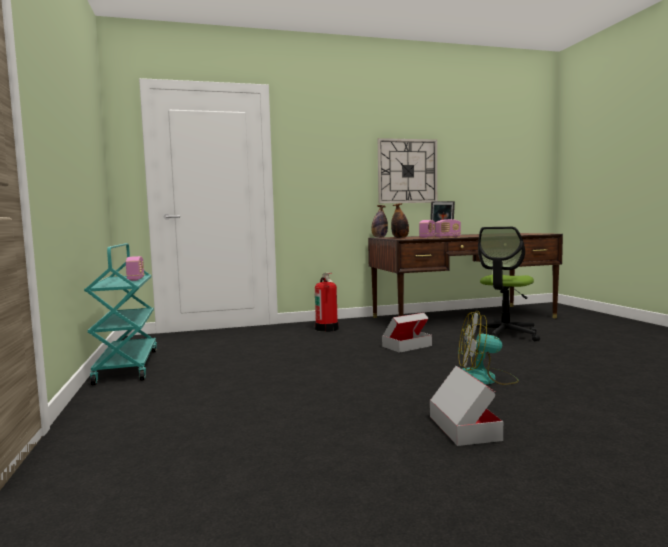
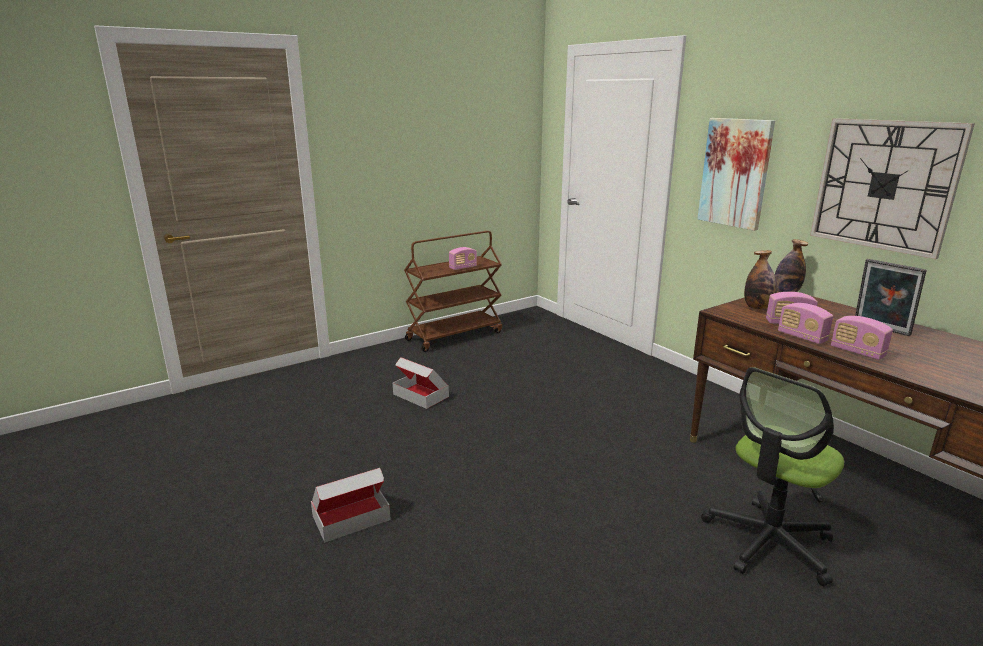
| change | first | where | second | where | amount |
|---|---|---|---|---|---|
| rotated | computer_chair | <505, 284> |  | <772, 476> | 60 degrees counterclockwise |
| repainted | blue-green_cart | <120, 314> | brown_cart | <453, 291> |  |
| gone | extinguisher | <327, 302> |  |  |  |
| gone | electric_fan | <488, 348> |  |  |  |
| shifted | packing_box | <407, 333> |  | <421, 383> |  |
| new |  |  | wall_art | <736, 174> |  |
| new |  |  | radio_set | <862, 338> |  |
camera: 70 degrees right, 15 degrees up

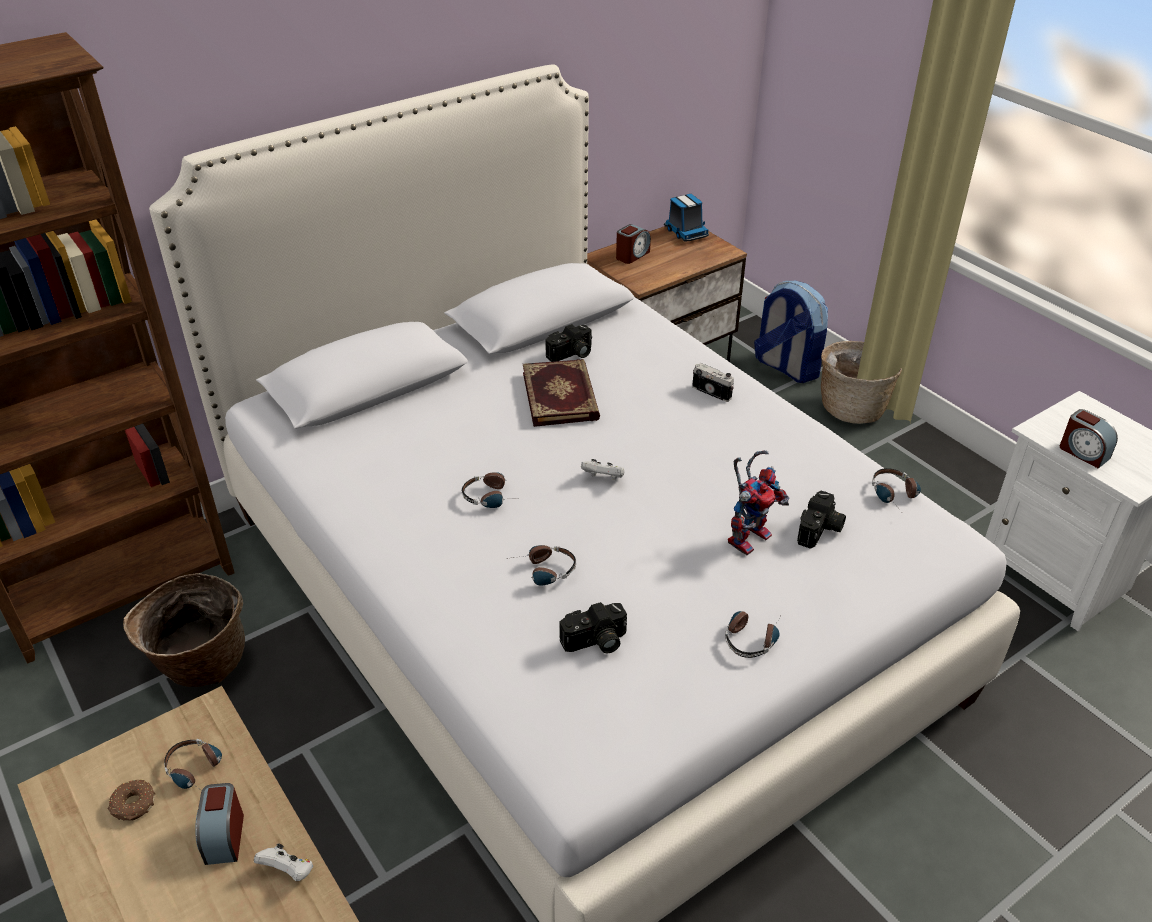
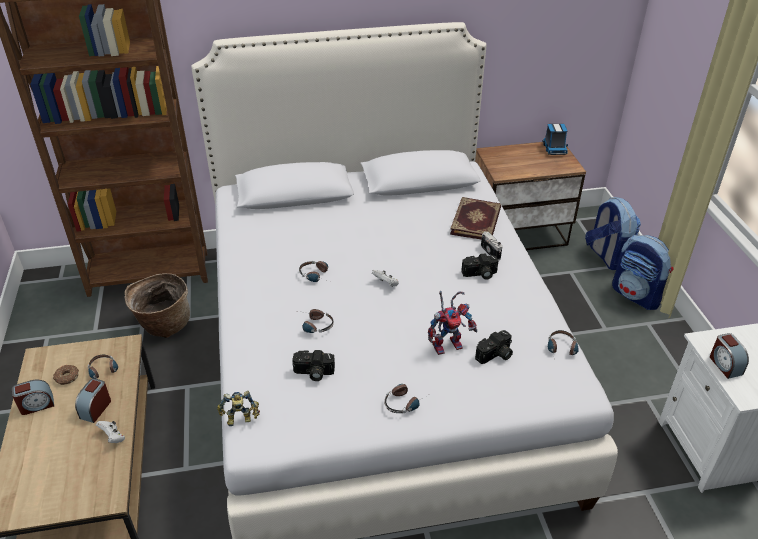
| change | first | where | second | where | amount |
|---|---|---|---|---|---|
| shifted | table_clock | <633, 244> |  | <33, 397> |  |
| shifted | still_camera | <568, 343> |  | <479, 266> |  |
| swapped | household_basket | <861, 382> | knapsack | <643, 272> |  |
| shifted | volume | <561, 393> |  | <475, 218> |  |
| new |  |  | robot_figure | <238, 408> |  |
camera: 25 degrees right, 0 degrees up

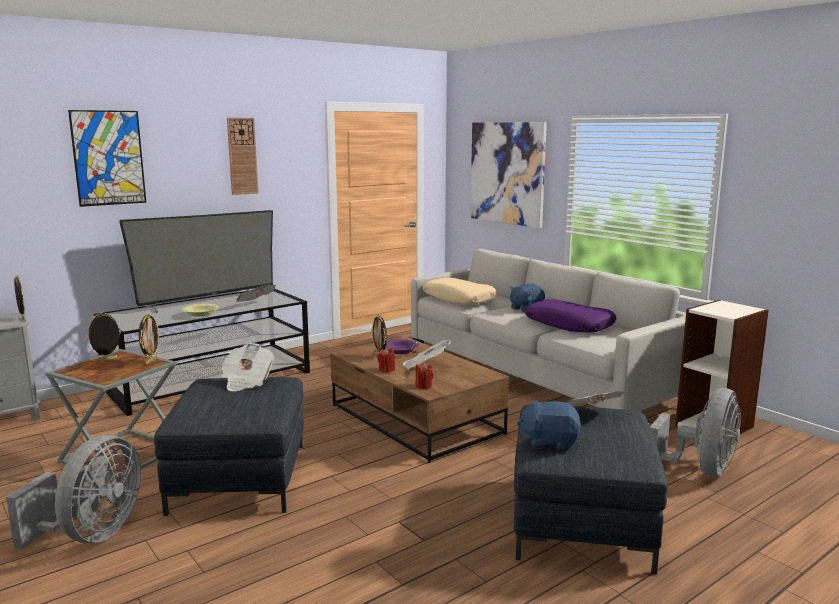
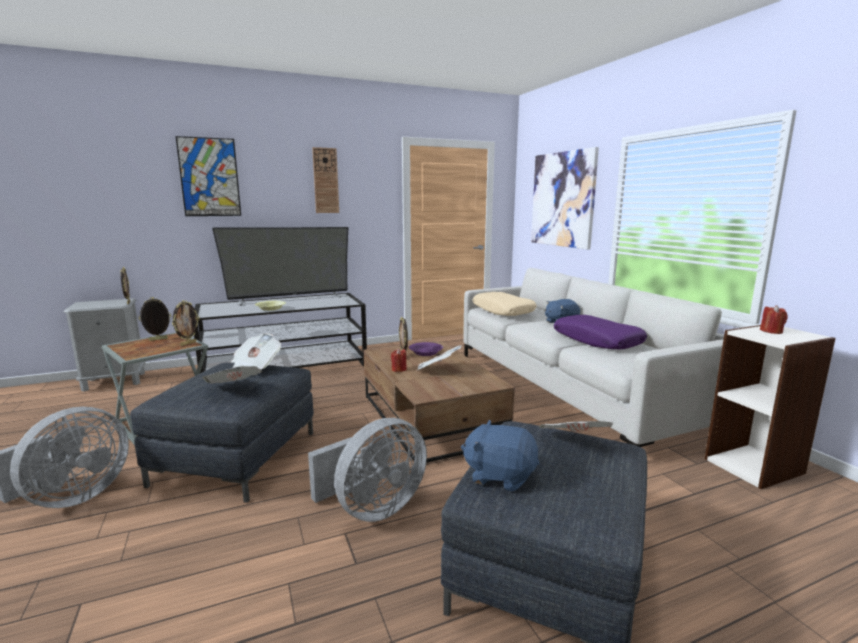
| change | first | where | second | where | amount |
|---|---|---|---|---|---|
| shifted | newspaper | <256, 293> |  | <232, 375> |  |
| shifted | reddish_wax_light | <424, 376> |  | <774, 319> |  |
| shifted | gray_electric_fan | <695, 432> |  | <367, 470> |  |
camera: 15 degrees right, 0 degrees up

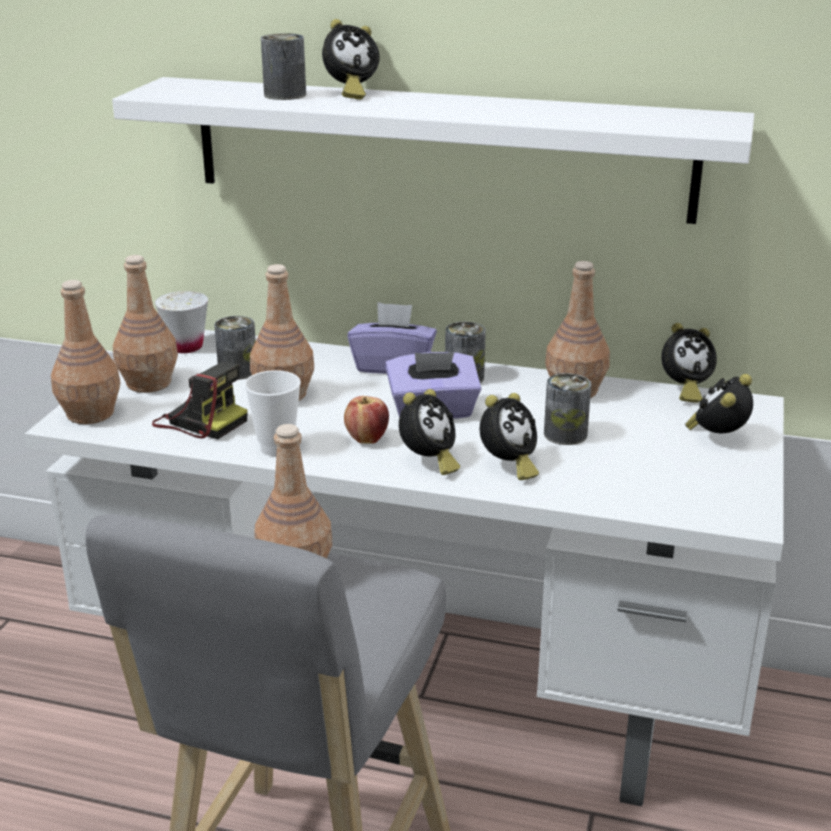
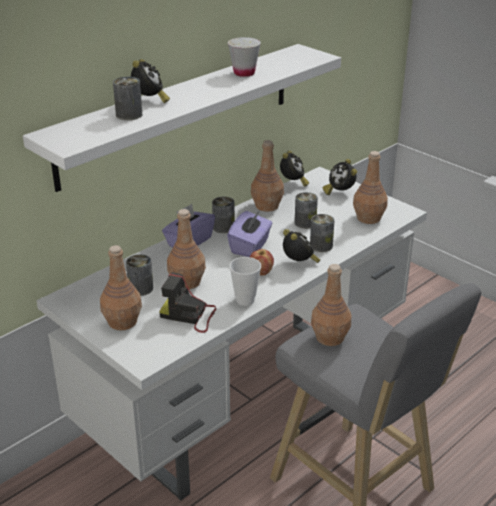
| change | first | where | second | where | amount |
|---|---|---|---|---|---|
| shifted | brown_drink_bottle | <86, 352> |  | <370, 187> |  |
| shifted | whitish_drinking_cup | <181, 322> |  | <244, 57> |  |
| rotated | still_camera | <200, 400> |  | <188, 302> | 135 degrees counterclockwise |
| swapped | table_clock | <509, 436> | sealed_can | <322, 233> |  |
camera: 60 degrees left, 5 degrees up

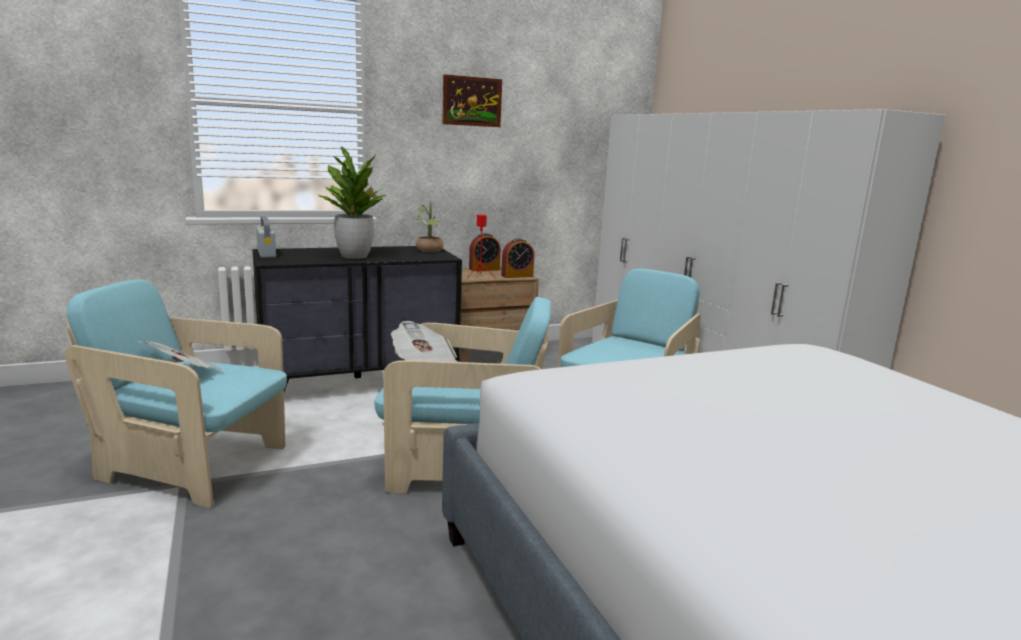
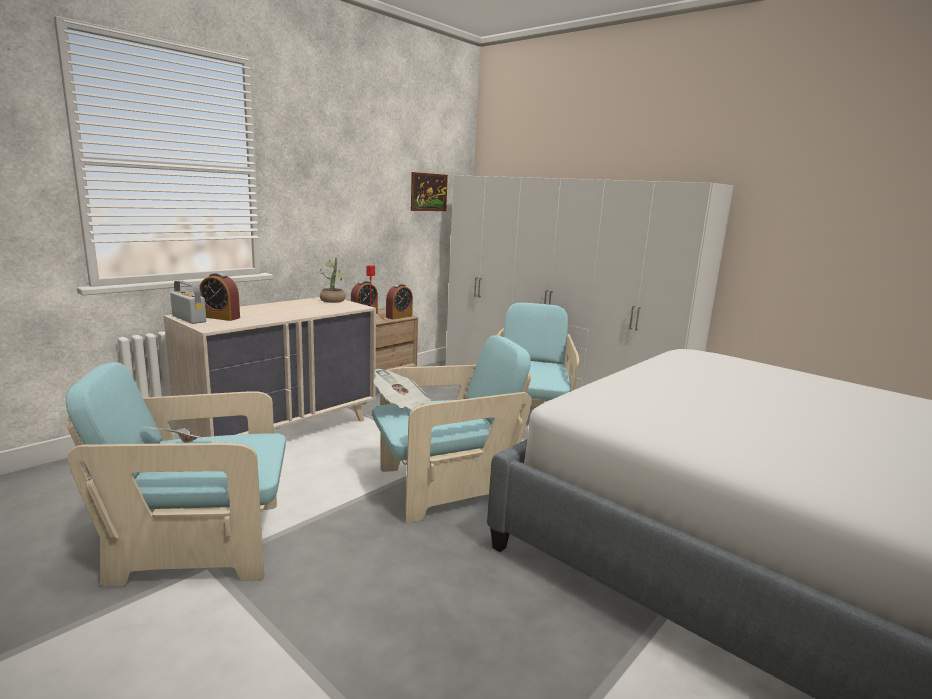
| change | first | where | second | where | amount |
|---|---|---|---|---|---|
| shifted | wall_art | <472, 100> |  | <429, 191> |  |
| gone | plant_in_a_pot | <351, 203> |  |  |  |
| repainted | black-coloured_dresser | <357, 319> | beige-coloured_dresser | <270, 367> |  |
| new |  |  | table_clock | <220, 297> |  |
camera: 25 degrees left, 0 degrees up

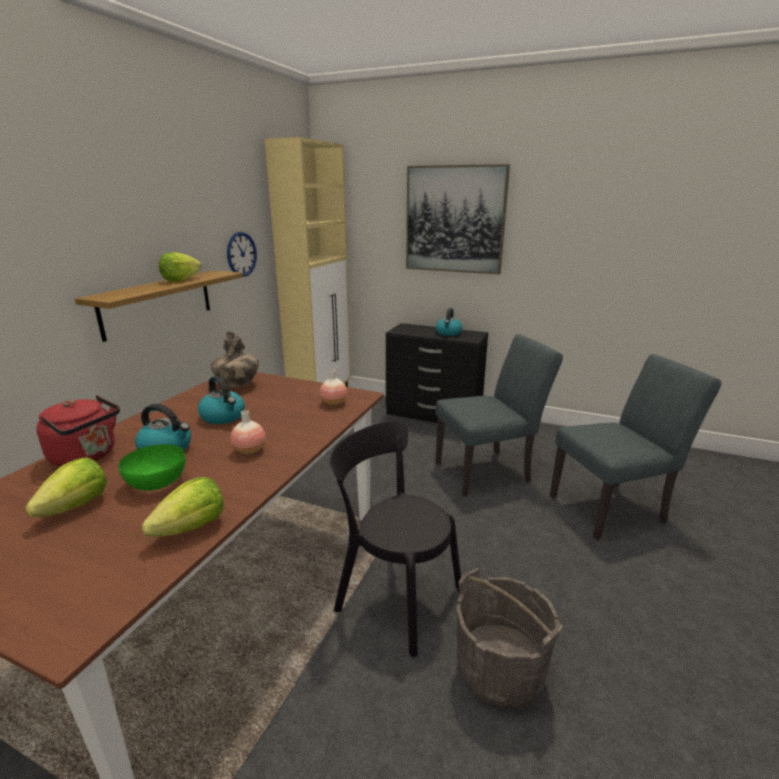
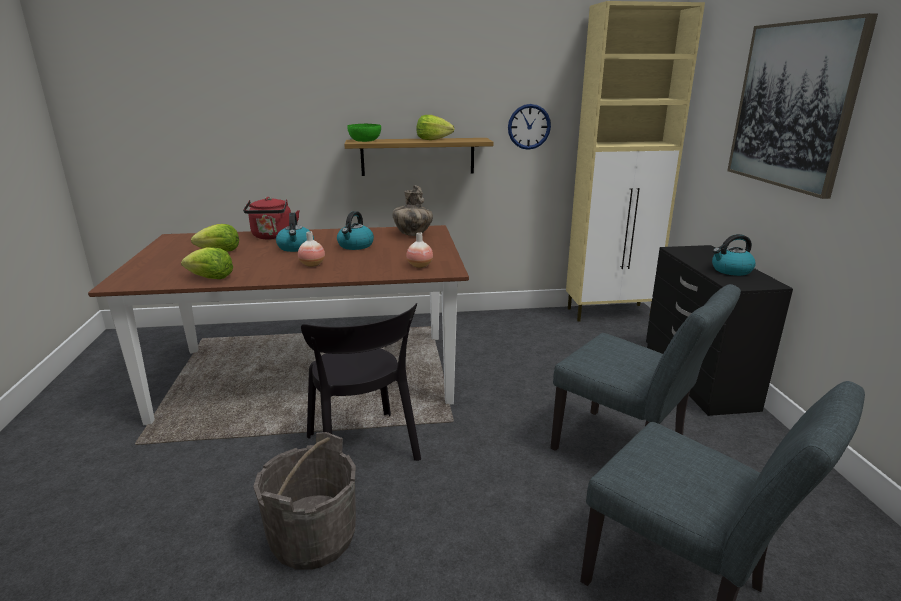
| change | first | where | second | where | amount |
|---|---|---|---|---|---|
| rotated | black-coloured_upright_chair | <395, 538> |  | <361, 382> | 150 degrees clockwise |
| shifted | greenish_bowl | <151, 467> |  | <364, 133> |  |
camera: 60 degrees right, 0 degrees up

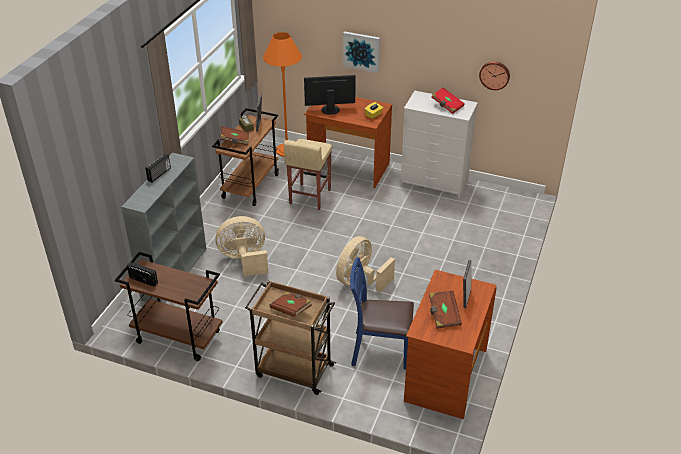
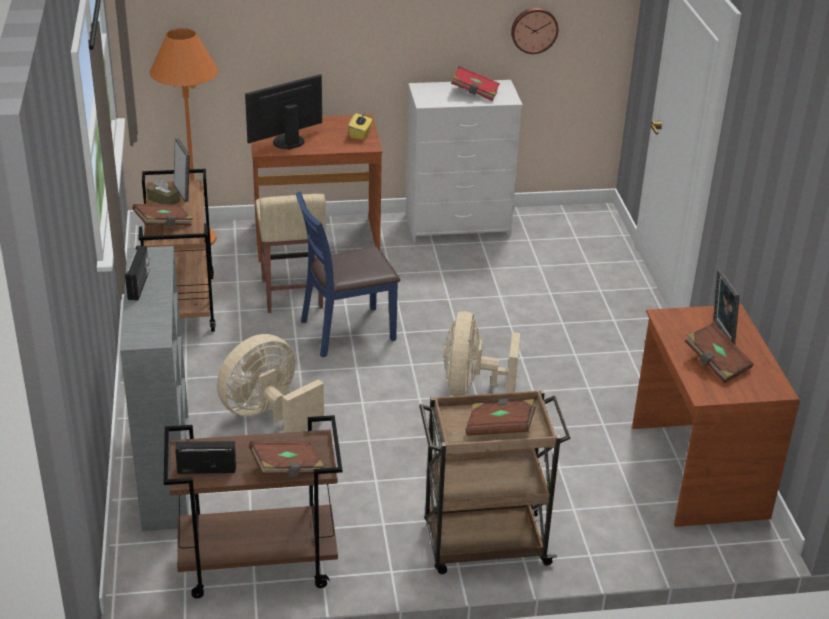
| change | first | where | second | where | amount |
|---|---|---|---|---|---|
| gone | wall_art | <361, 52> |  |  |  |
| shifted | bluish_upright_chair | <382, 313> |  | <348, 274> |  |
| new |  |  | brown_volume | <286, 459> |  |
camera: 30 degrees left, 5 degrees down

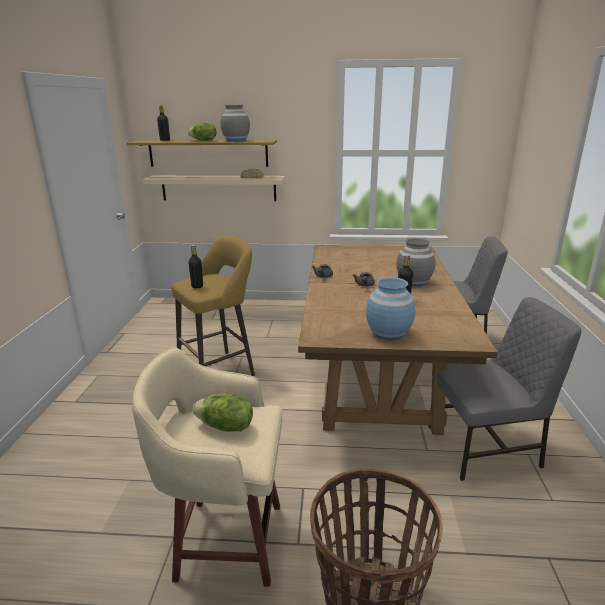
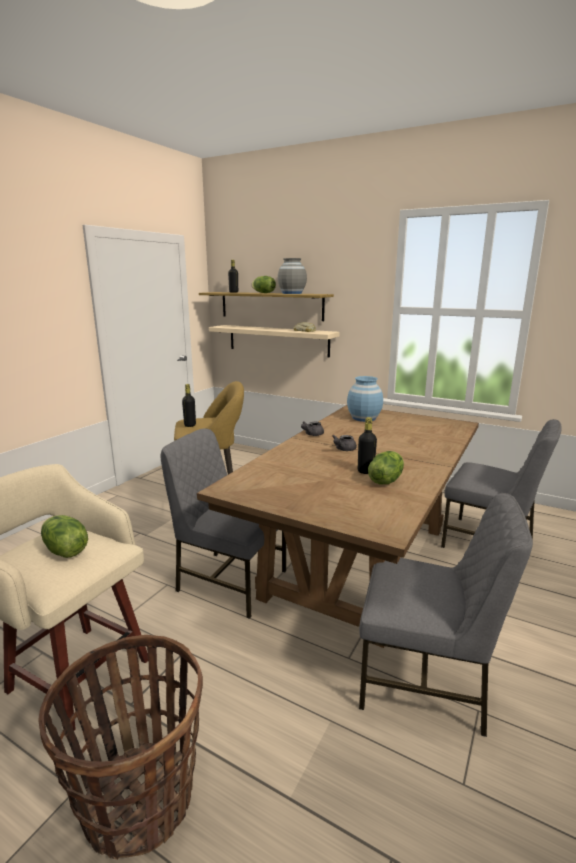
| change | first | where | second | where | amount |
|---|---|---|---|---|---|
| gone | gray_flower_vase | <416, 262> |  |  |  |
| shifted | bluish_flower_vase | <390, 309> |  | <365, 399> |  |
| new |  |  | gray_upright_chair | <223, 524> |  |
| new |  |  | head_of_lettuce | <386, 468> |  |
camera: 25 degrees right, 5 degrees down

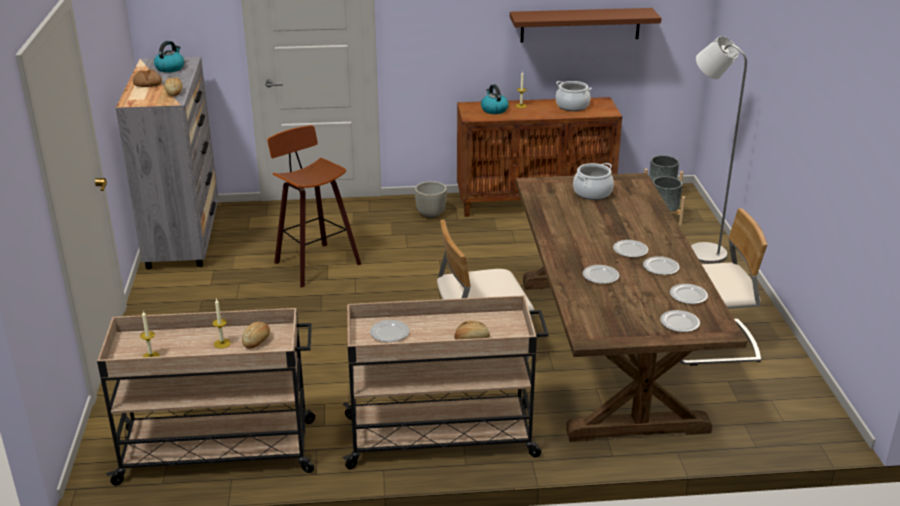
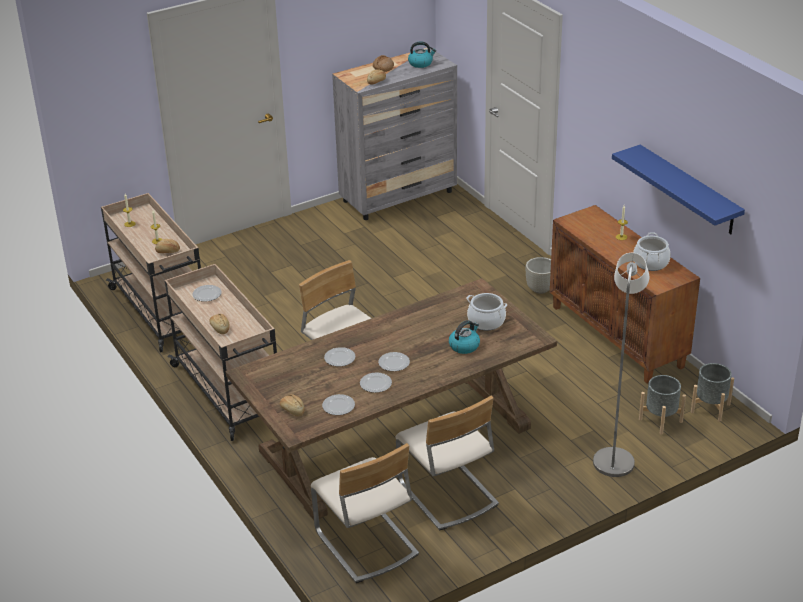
| change | first | where | second | where | amount |
|---|---|---|---|---|---|
| repainted | brown_bracket_shelf | <586, 25> | bluish_bracket_shelf | <678, 189> |  |
| shifted | kettle | <494, 99> |  | <464, 337> |  |
| gone | sitting_stool | <314, 206> |  |  |  |
| swapped | dinner_plate | <680, 321> | baked_bread | <292, 405> |  |
| new |  |  | beige-coloured_upright_chair | <365, 513> |  |
camera: 65 degrees right, 5 degrees up

